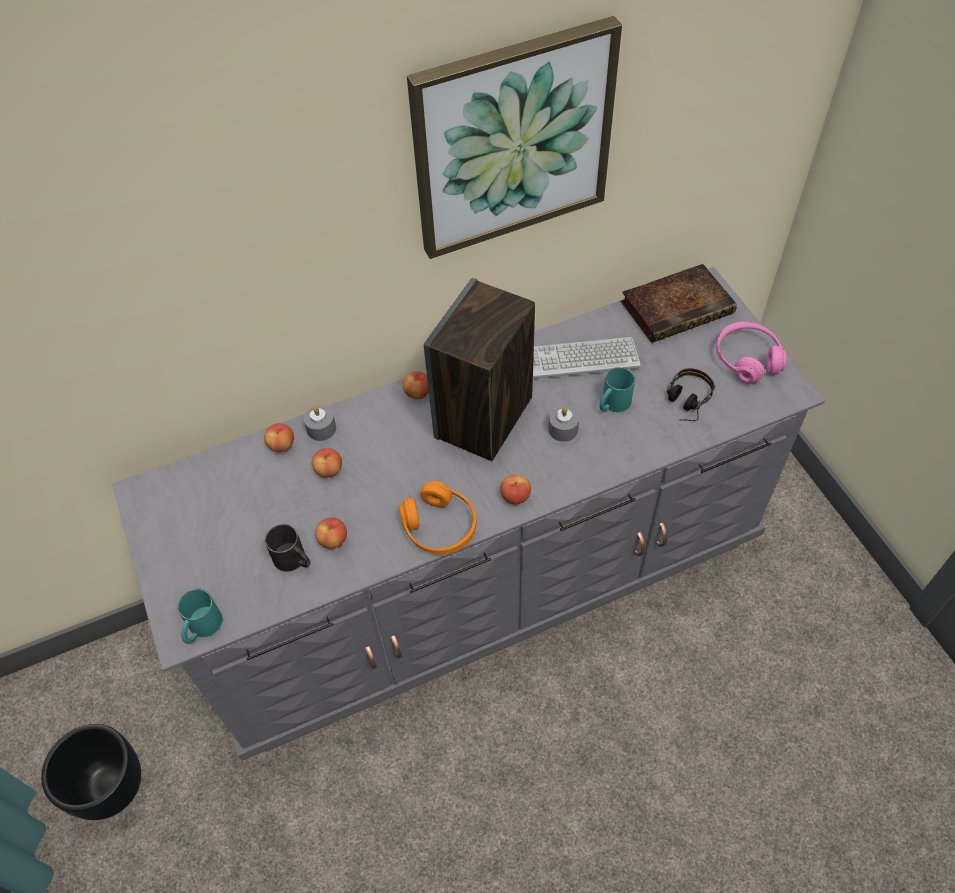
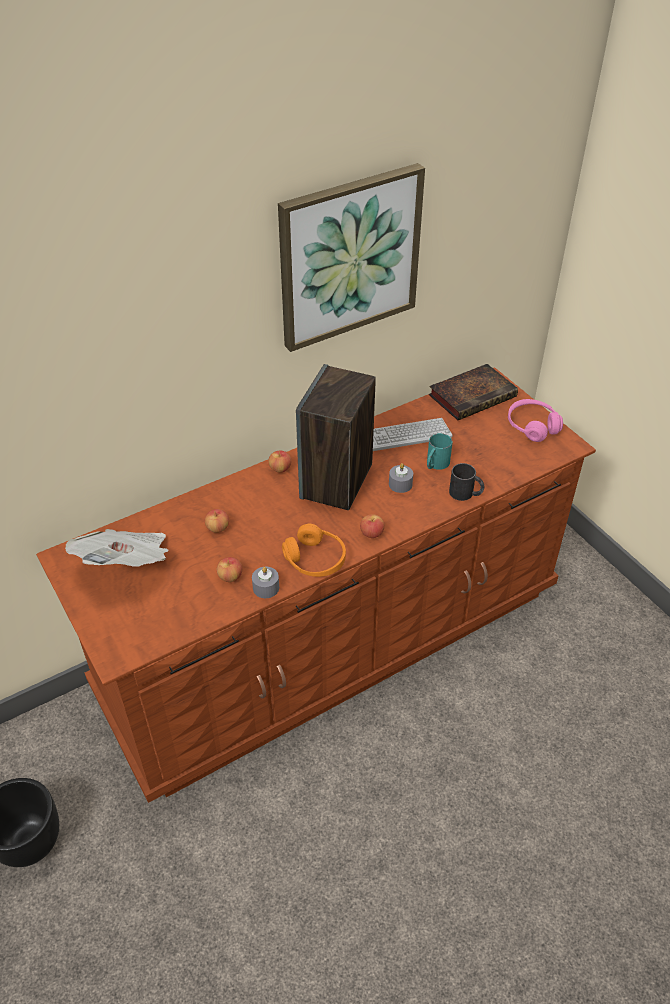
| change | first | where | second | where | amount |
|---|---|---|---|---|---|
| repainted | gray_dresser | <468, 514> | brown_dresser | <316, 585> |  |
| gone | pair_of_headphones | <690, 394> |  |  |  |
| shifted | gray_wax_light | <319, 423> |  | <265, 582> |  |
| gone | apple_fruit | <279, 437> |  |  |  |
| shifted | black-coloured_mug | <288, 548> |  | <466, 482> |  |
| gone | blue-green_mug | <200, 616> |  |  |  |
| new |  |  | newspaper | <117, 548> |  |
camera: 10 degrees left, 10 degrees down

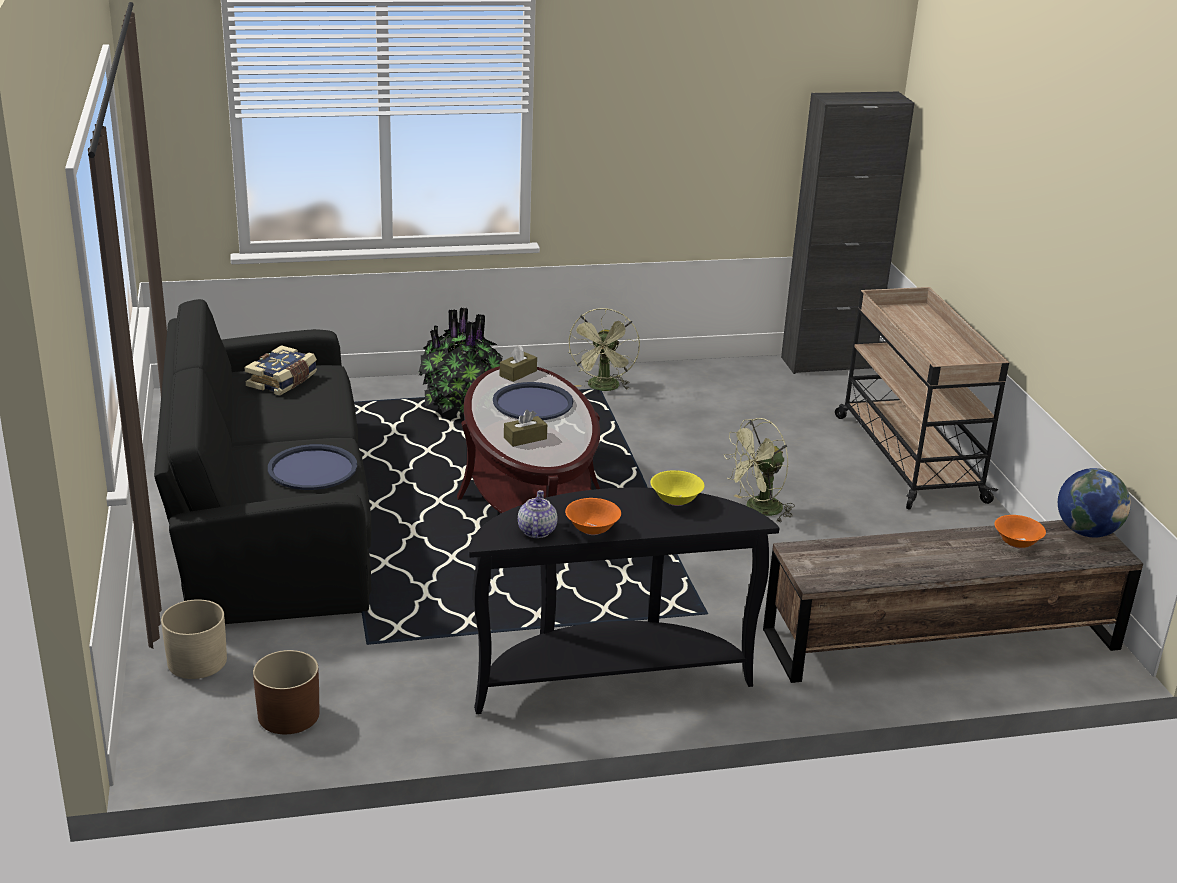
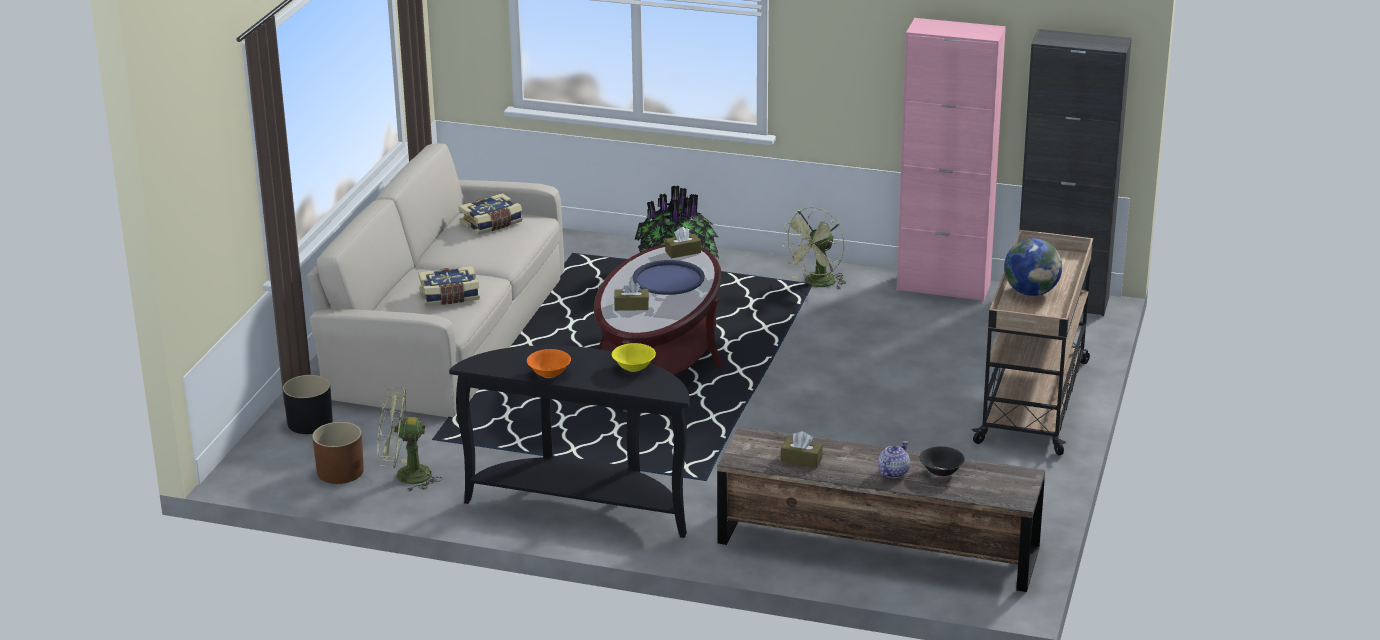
| change | first | where | second | where | amount |
|---|---|---|---|---|---|
| repainted | black-coloured_couch | <262, 461> | beige-coloured_couch | <435, 280> |  |
| shifted | greenish_electric_fan | <759, 470> |  | <409, 439> |  |
| swapped | bluish_serving_tray | <312, 467> | volume | <449, 286> |  |
| shifted | desk_globe | <1094, 503> |  | <1033, 267> |  |
| shifted | pot_for_tea | <538, 514> |  | <894, 459> |  |
| repainted | orangey_bowl | <1020, 531> | black-coloured_bowl | <942, 461> |  |
| repainted | beige-coloured_planter | <194, 639> | black-coloured_planter | <308, 404> |  |
| new |  |  | pinkish_cabinet | <951, 160> |  |
| new |  |  | brown_tissue_box | <802, 449> |  |
camera: 30 degrees right, 0 degrees up

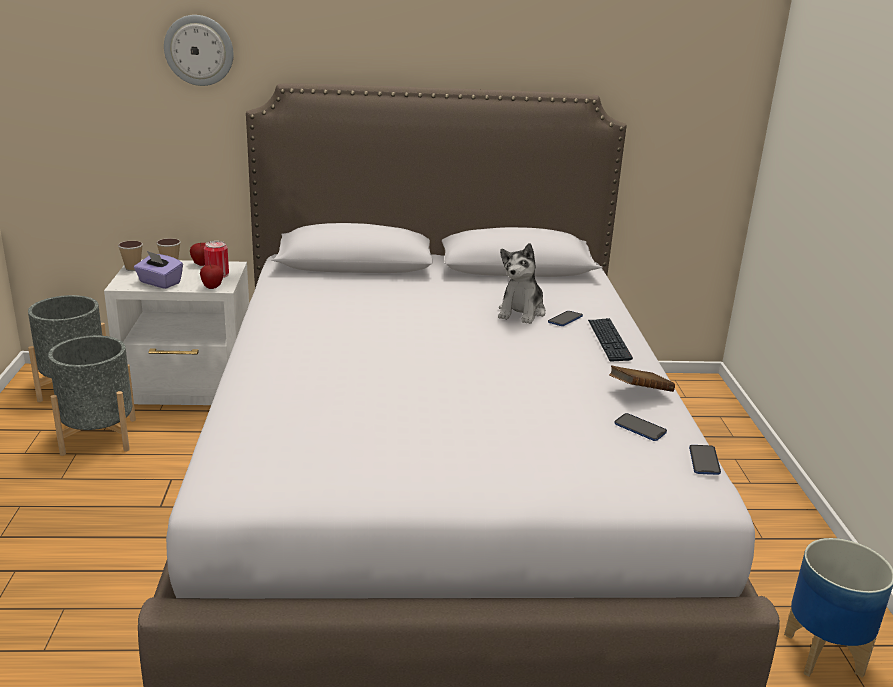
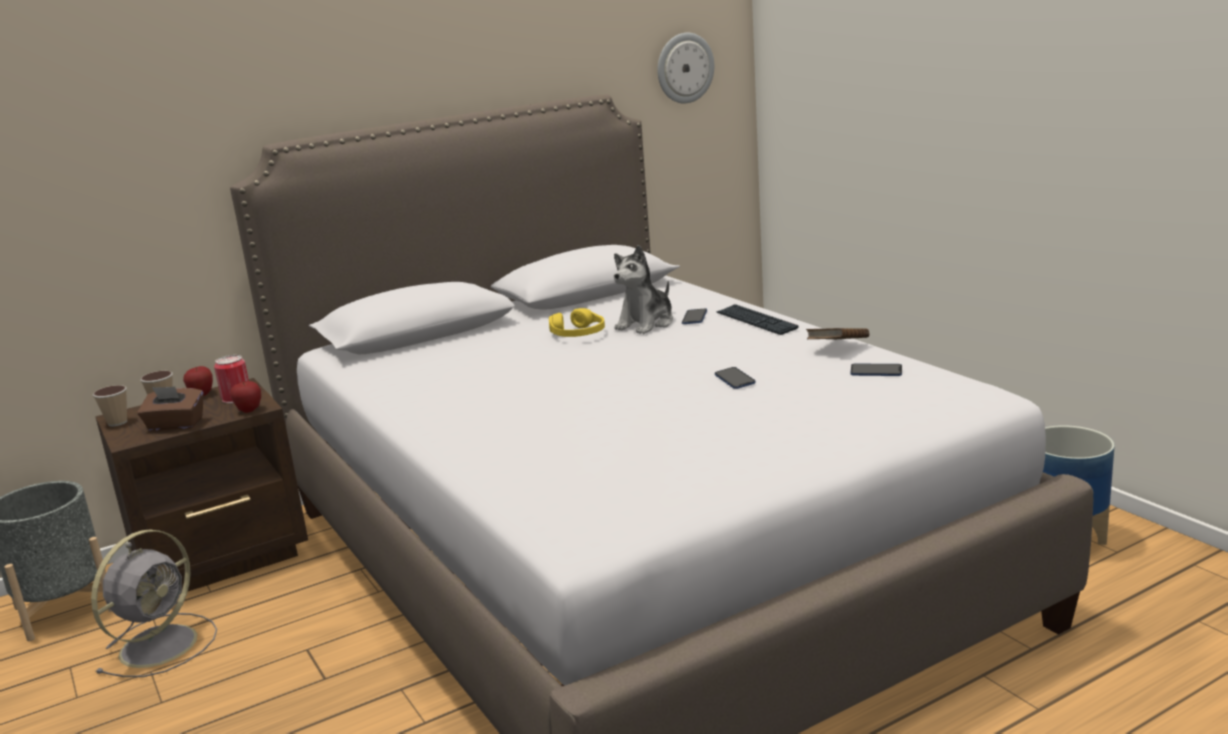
| change | first | where | second | where | amount |
|---|---|---|---|---|---|
| shifted | wall_clock | <199, 50> |  | <685, 68> |  |
| rotated | cuddly_toy | <522, 283> |  | <643, 289> | 45 degrees clockwise |
| repainted | purple_tissue_box | <158, 270> | brown_tissue_box | <170, 409> |  |
| repainted | whitish_bedside_table | <176, 332> | brown_bedside_table | <202, 485> |  |
| swapped | gray_planter | <92, 396> | gray_electric_fan | <154, 603> |  |
| shifted | handset | <705, 460> |  | <735, 378> |  |
| new |  |  | yellow_pair_of_headphones | <577, 322> |  |
camera: 25 degrees left, 5 degrees down

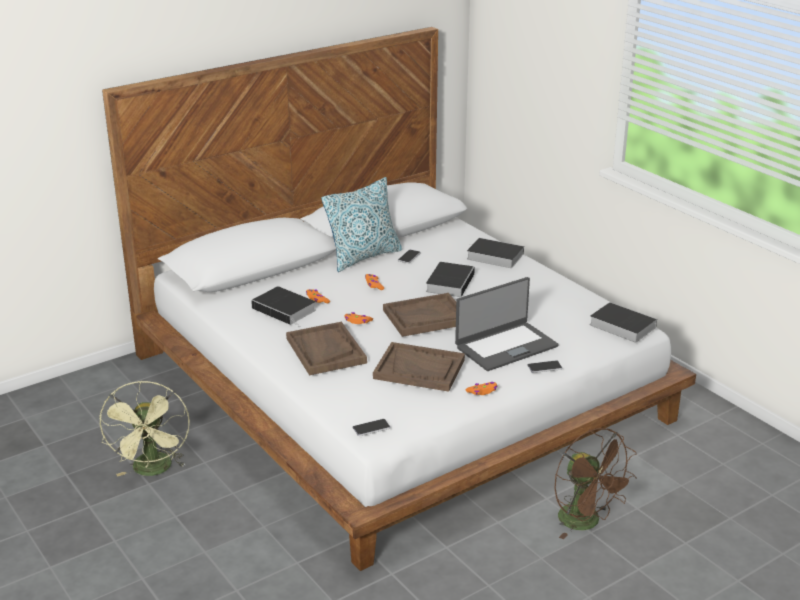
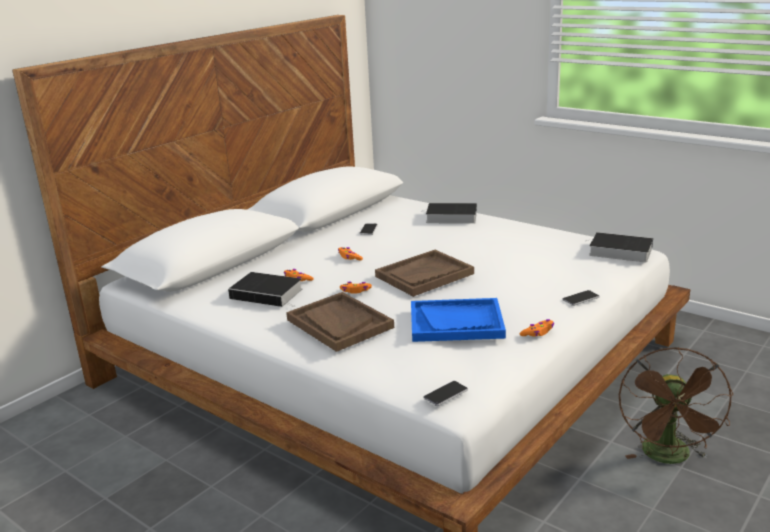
| change | first | where | second | where | amount |
|---|---|---|---|---|---|
| gone | cushion | <361, 224> |  |  |  |
| gone | volume | <450, 279> |  |  |  |
| gone | laptop | <507, 324> |  |  |  |
| repainted | brown_serving_tray | <419, 367> | bluish_serving_tray | <458, 320> |  |
| gone | greenish_electric_fan | <144, 429> |  |  |  |
| rotated | brown_electric_fan | <595, 483> |  | <676, 405> | 60 degrees clockwise |
camera: 15 degrees left, 5 degrees down

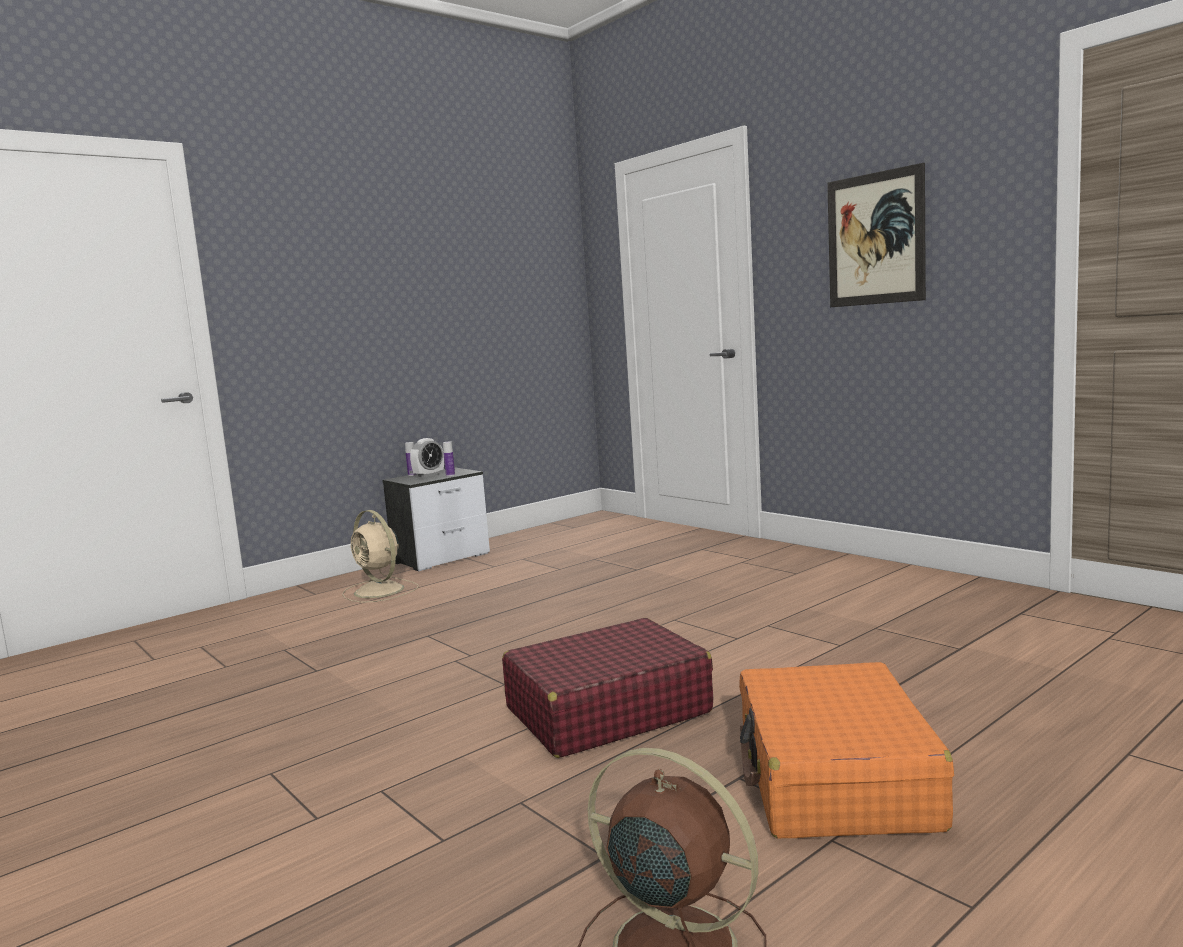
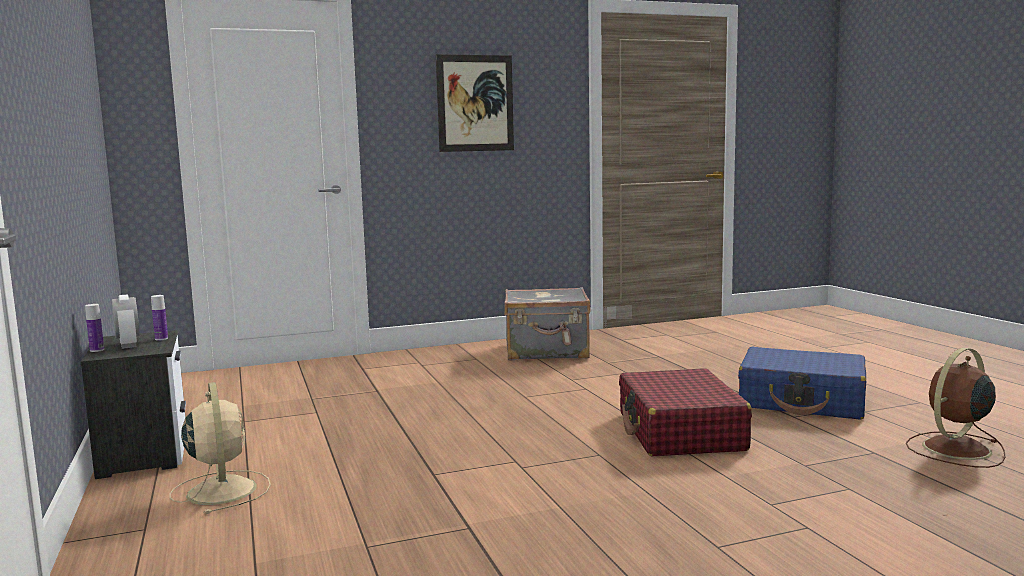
| change | first | where | second | where | amount |
|---|---|---|---|---|---|
| rotated | beige-coloured_electric_fan | <380, 556> |  | <220, 448> | 90 degrees counterclockwise |
| repainted | orangey_travel_case | <846, 750> | bluish_travel_case | <802, 383> |  |
| new |  |  | gray_travel_case | <547, 323> |  |
camera: 70 degrees left, 0 degrees up

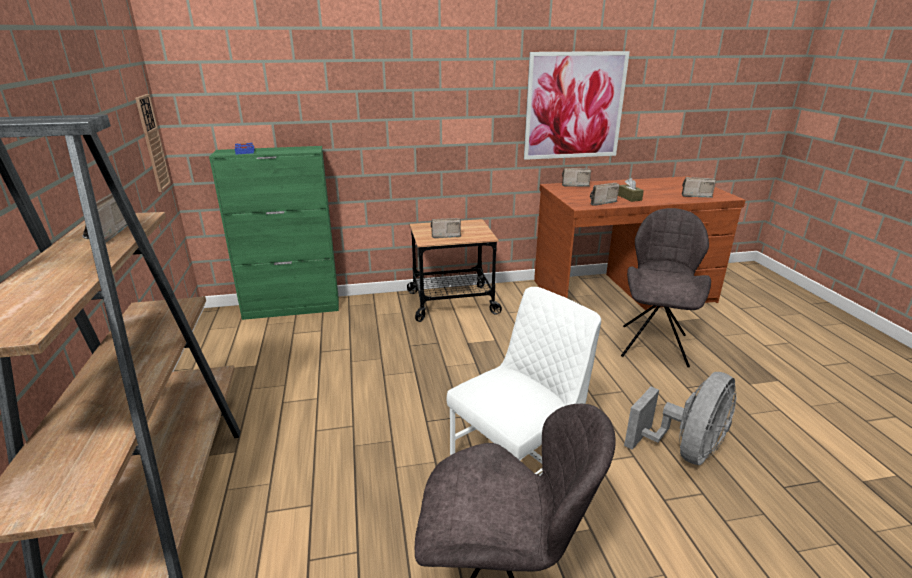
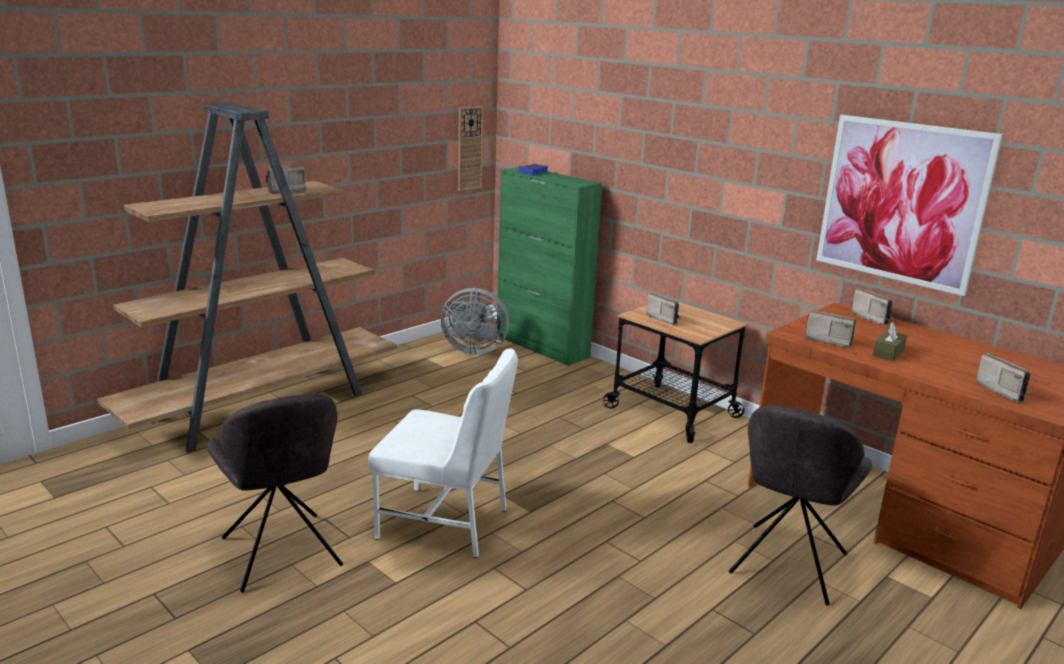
| change | first | where | second | where | amount |
|---|---|---|---|---|---|
| rotated | gray_upright_chair | <666, 287> |  | <800, 505> | 135 degrees clockwise |
| shifted | gray_electric_fan | <680, 418> |  | <475, 321> |  |
camera: 55 degrees right, 5 degrees down

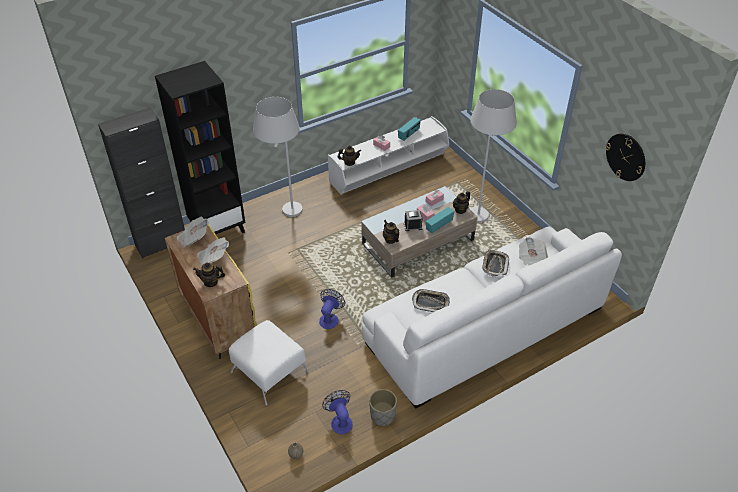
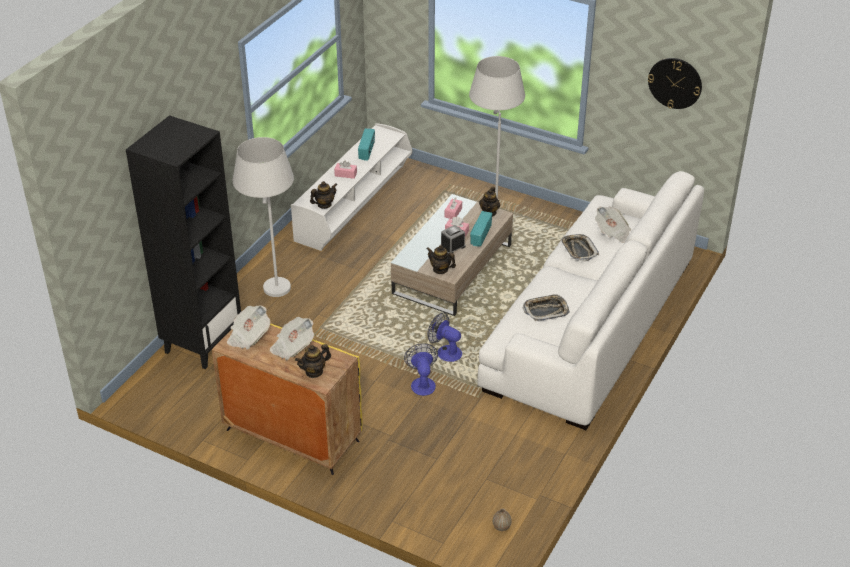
| change | first | where | second | where | amount |
|---|---|---|---|---|---|
| gone | black-coloured_cabinet | <141, 183> |  |  |  |
| gone | whitish_ottoman | <269, 363> |  |  |  |
| gone | gray_planter | <383, 407> |  |  |  |
| shifted | electric_fan | <337, 412> |  | <444, 337> |  |
camera: 30 degrees left, 5 degrees down

